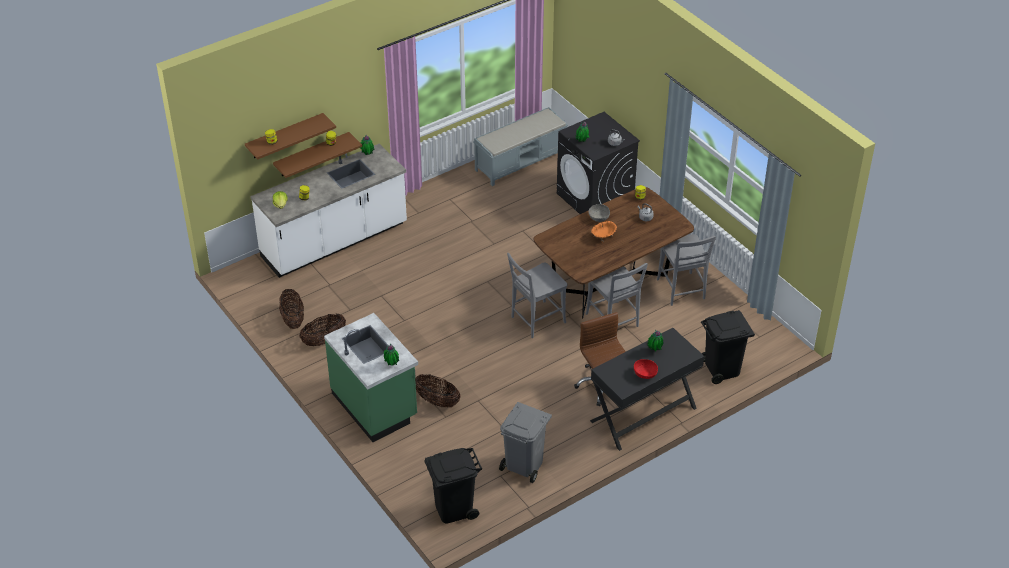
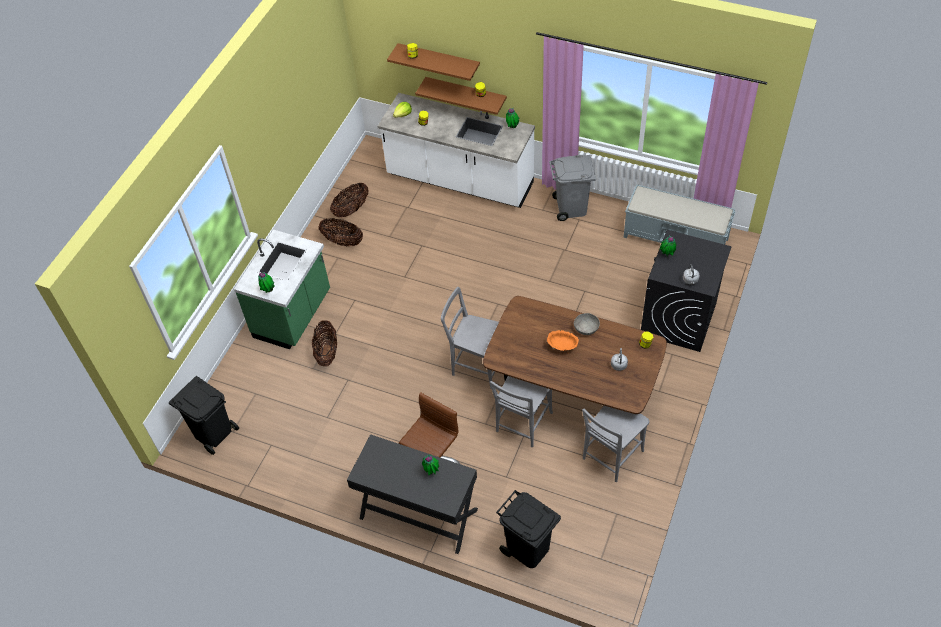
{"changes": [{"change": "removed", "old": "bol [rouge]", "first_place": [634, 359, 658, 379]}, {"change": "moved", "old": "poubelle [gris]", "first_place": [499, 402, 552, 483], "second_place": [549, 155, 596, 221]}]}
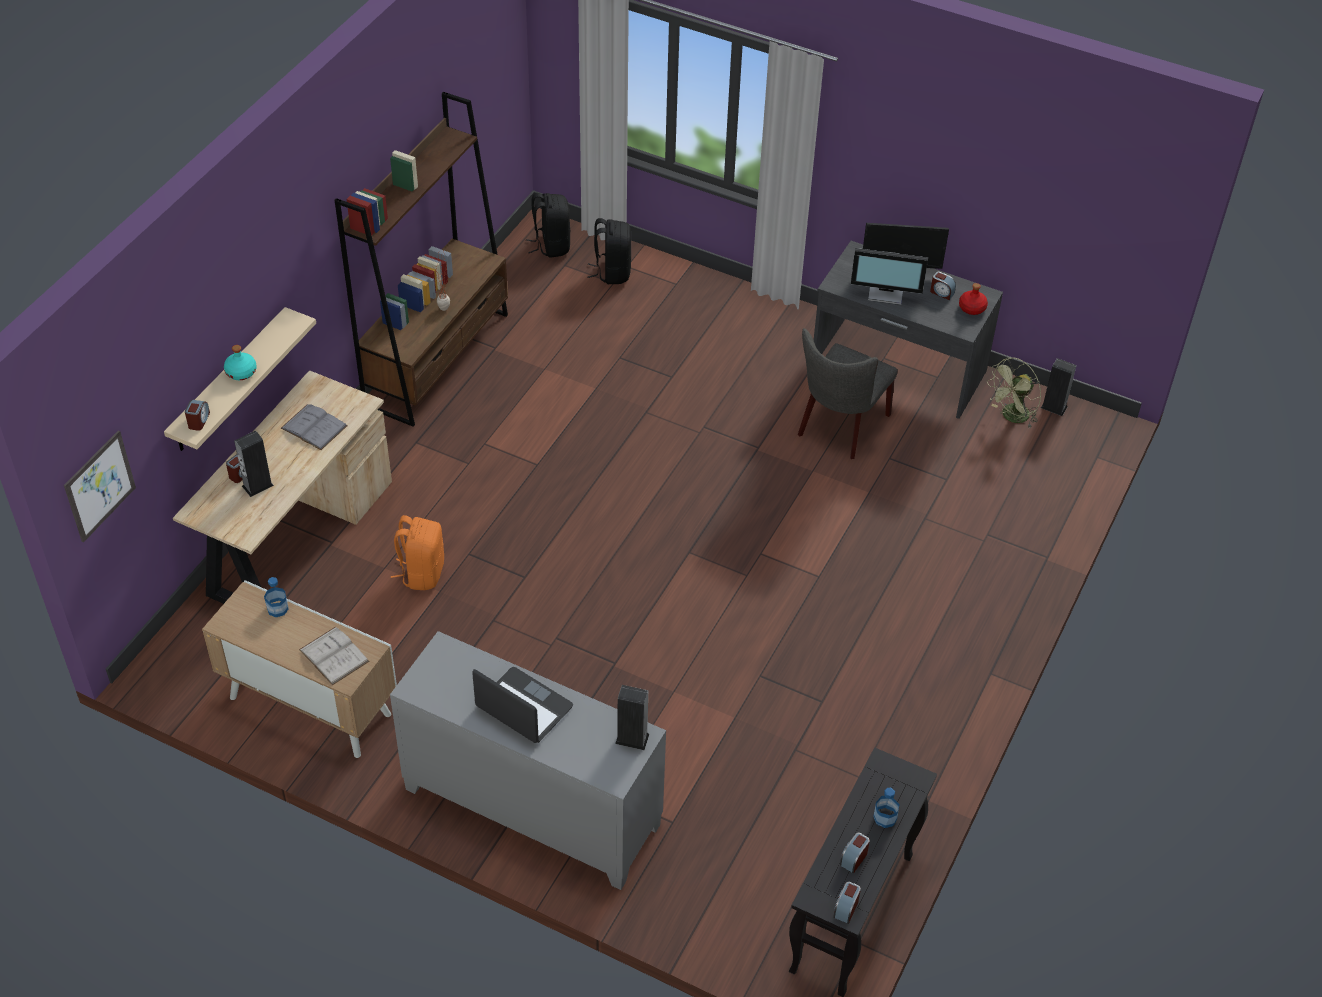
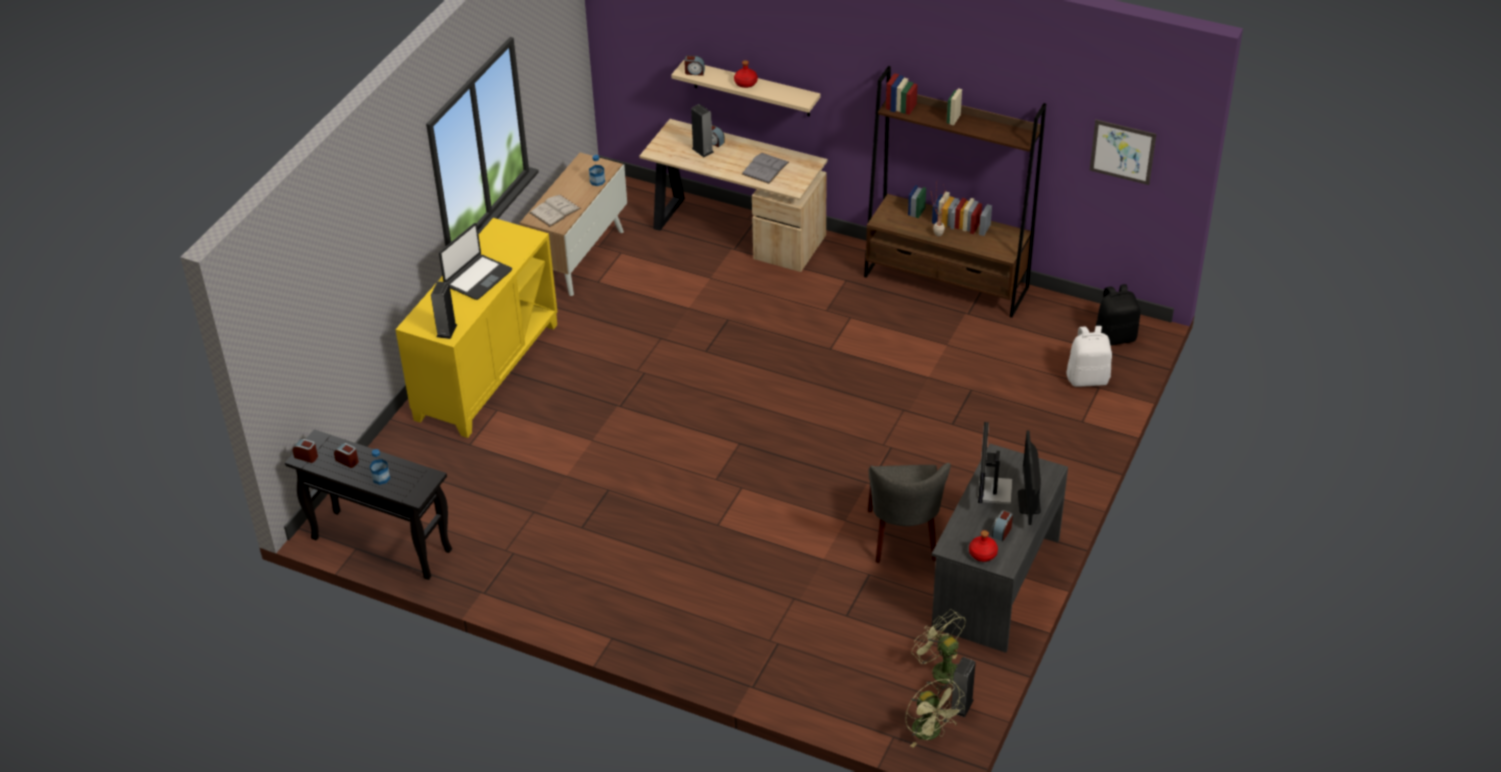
{"changes": [{"change": "recoloured", "old": "sac à dos [noir]", "new": "sac à dos [blanc]", "first_place": [588, 218, 631, 284], "second_place": [1067, 326, 1112, 387]}, {"change": "turned", "old": "chaise [gris]", "first_place": [798, 328, 898, 459], "second_place": [868, 463, 951, 563], "degrees": -120}, {"change": "recoloured", "old": "bouteille [turquoise]", "new": "bouteille [rouge]", "first_place": [224, 345, 257, 380], "second_place": [734, 60, 758, 88]}, {"change": "moved", "old": "tableau", "first_place": [64, 430, 136, 542], "second_place": [1090, 120, 1156, 185]}, {"change": "removed", "old": "sac à dos [orange]", "first_place": [391, 515, 444, 590]}, {"change": "recoloured", "old": "meuble de rangement [gris]", "new": "meuble de rangement [jaune]", "first_place": [390, 631, 666, 890], "second_place": [395, 218, 557, 438]}, {"change": "added", "new": "ventilateur [vert]", "second_place": [905, 679, 965, 748]}]}
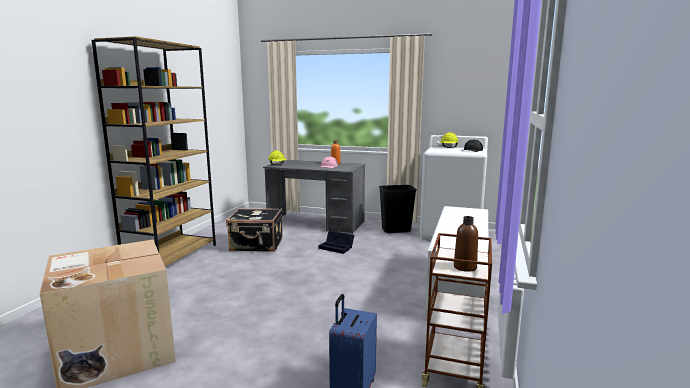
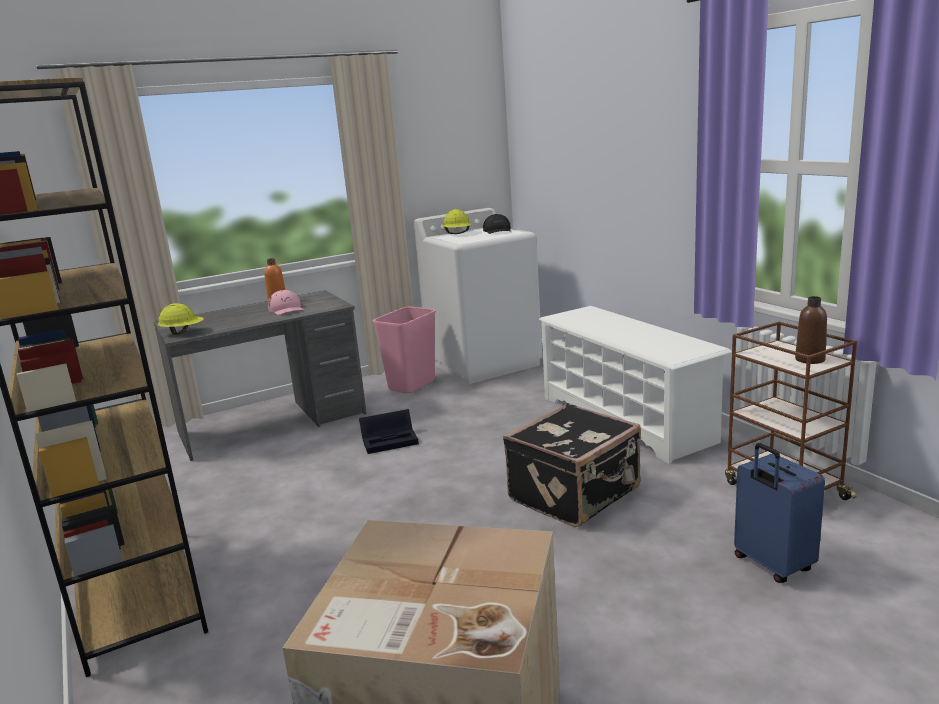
{"changes": [{"change": "recoloured", "old": "poubelle [noir]", "new": "poubelle [rose]", "first_place": [379, 185, 417, 233], "second_place": [373, 307, 436, 394]}, {"change": "moved", "old": "valise [noir]", "first_place": [226, 208, 283, 252], "second_place": [503, 403, 641, 527]}]}
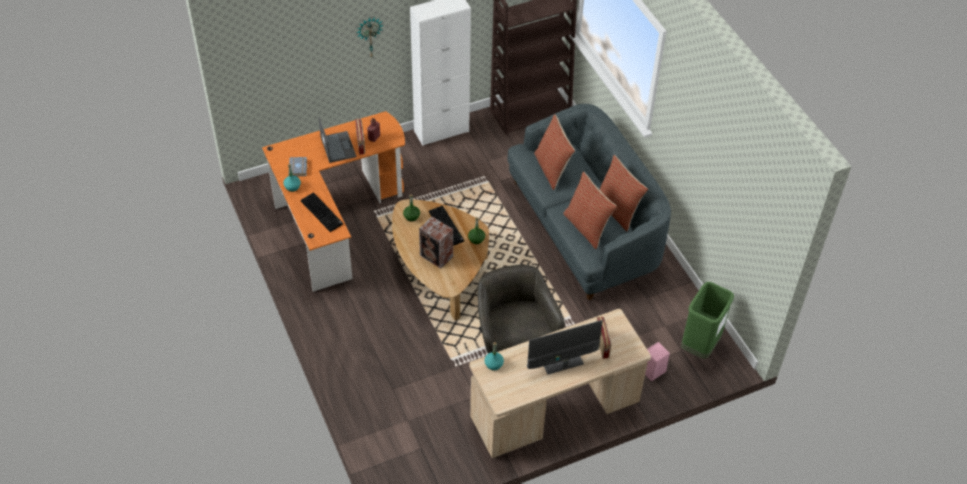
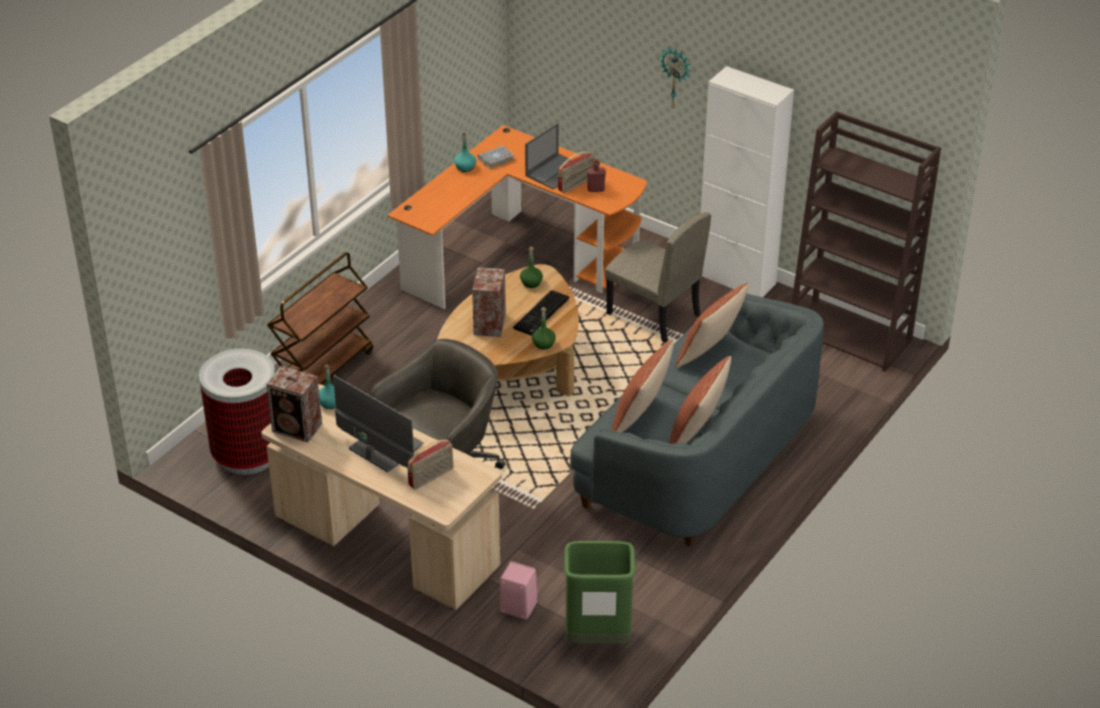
{"changes": [{"change": "removed", "old": "clavier", "first_place": [301, 193, 343, 232]}, {"change": "added", "new": "chaise [beige]", "second_place": [605, 212, 711, 343]}, {"change": "added", "new": "chariot [marron]", "second_place": [267, 252, 373, 385]}, {"change": "added", "new": "poubelle", "second_place": [199, 349, 275, 475]}, {"change": "added", "new": "enceinte", "second_place": [266, 366, 322, 442]}]}
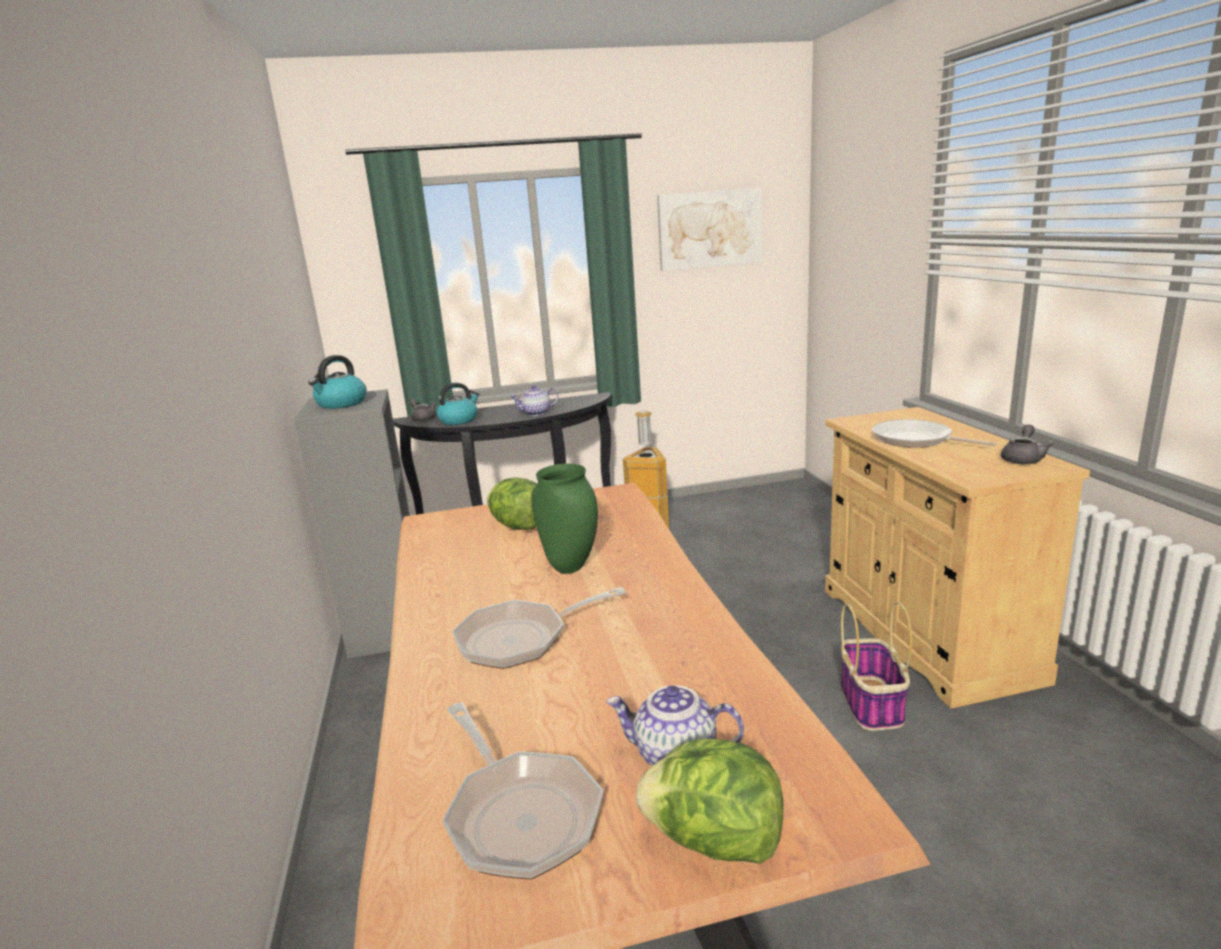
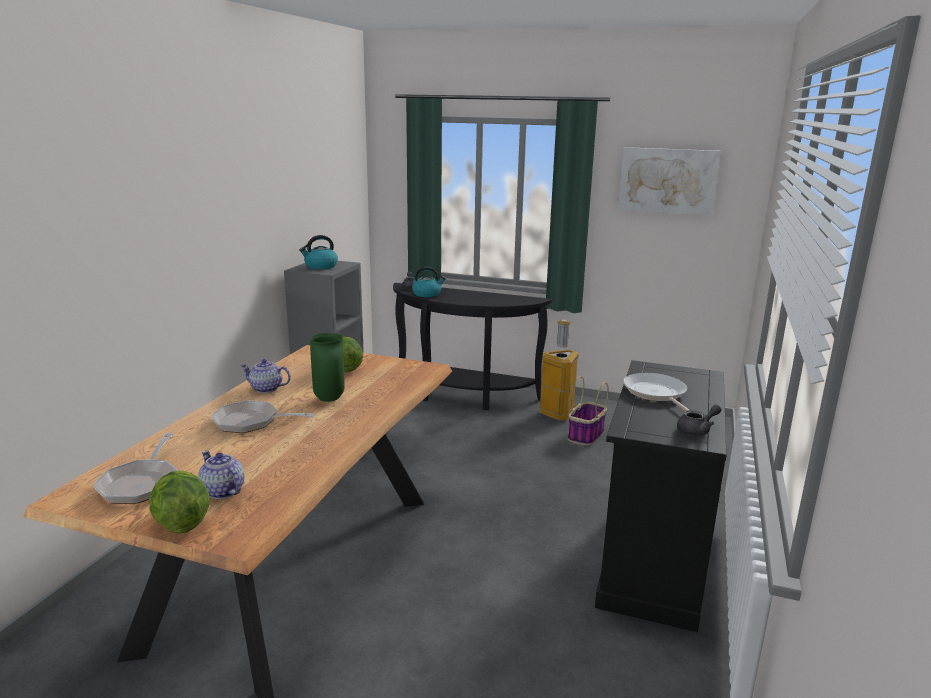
{"changes": [{"change": "moved", "old": "théière", "first_place": [510, 385, 559, 416], "second_place": [240, 359, 291, 393]}, {"change": "recoloured", "old": "meuble de rangement [beige]", "new": "meuble de rangement [noir]", "first_place": [825, 407, 1090, 708], "second_place": [595, 360, 727, 632]}, {"change": "moved", "old": "panier", "first_place": [841, 602, 912, 731], "second_place": [568, 376, 609, 445]}]}
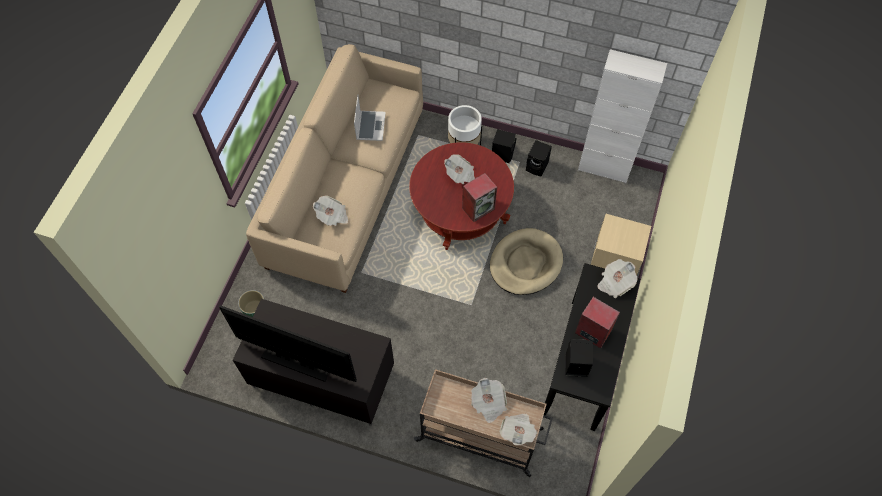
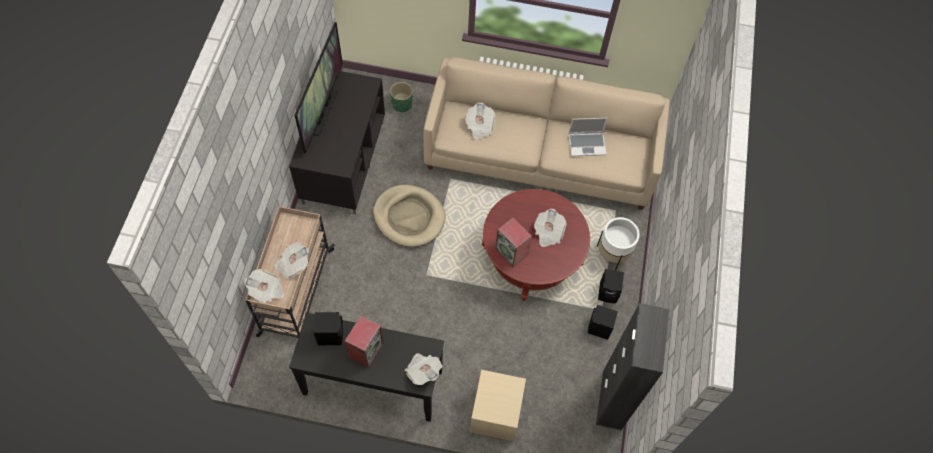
{"changes": [{"change": "recoloured", "old": "meuble de rangement [blanc]", "new": "meuble de rangement [noir]", "first_place": [578, 49, 667, 183], "second_place": [596, 303, 669, 430]}, {"change": "moved", "old": "panier pour chien [beige]", "first_place": [490, 228, 563, 295], "second_place": [373, 185, 445, 247]}]}
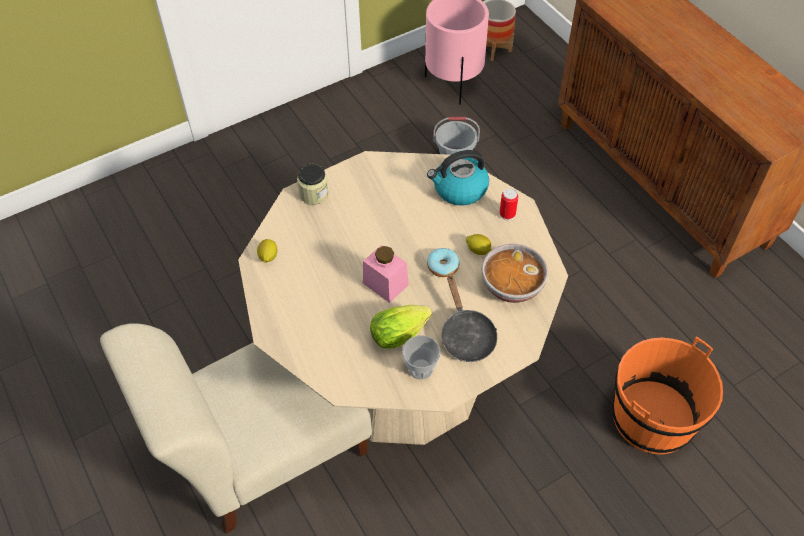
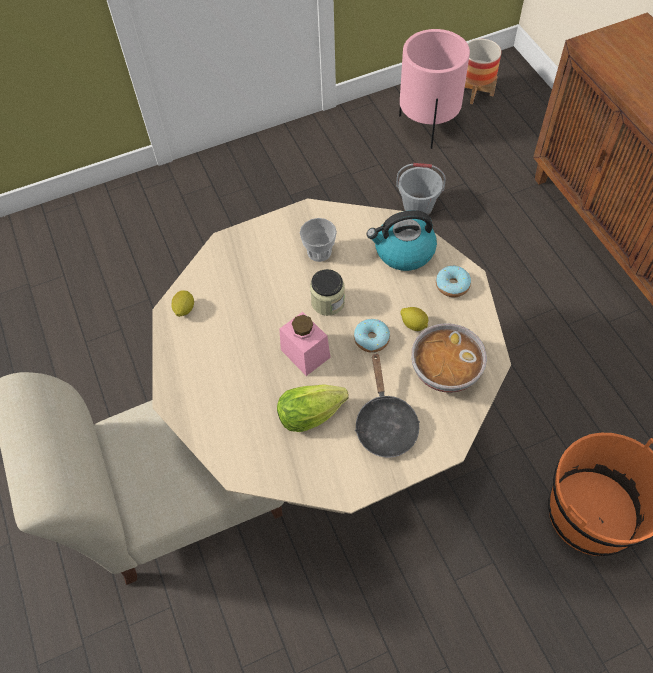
{"changes": [{"change": "moved", "old": "bocal", "first_place": [297, 164, 329, 205], "second_place": [310, 269, 345, 316]}, {"change": "replaced", "old": "boîte métallique", "new": "beignet", "first_place": [500, 188, 518, 221], "second_place": [436, 266, 471, 297]}, {"change": "moved", "old": "tasse", "first_place": [402, 335, 441, 380], "second_place": [300, 218, 337, 262]}]}
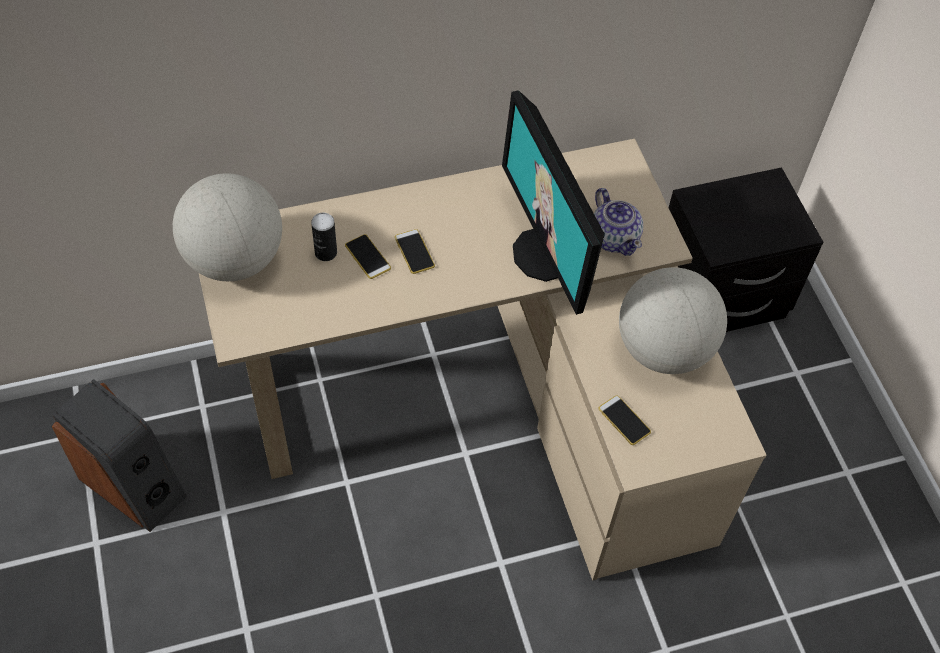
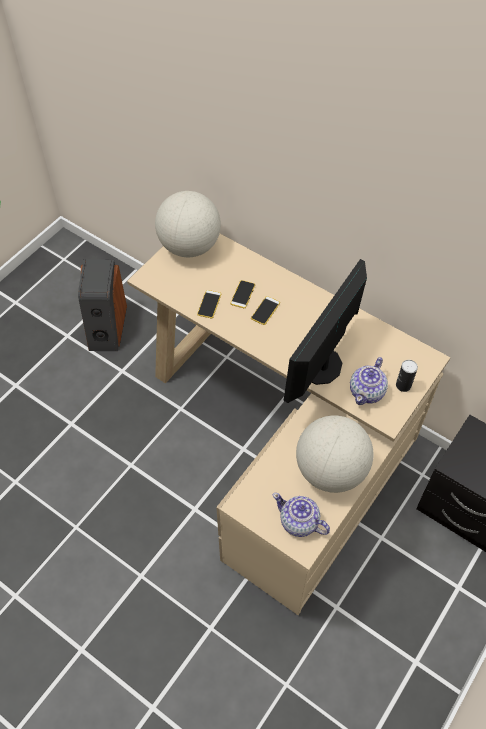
{"changes": [{"change": "moved", "old": "boîte métallique", "first_place": [311, 213, 337, 261], "second_place": [396, 360, 418, 392]}, {"change": "moved", "old": "téléphone", "first_place": [598, 395, 651, 445], "second_place": [197, 290, 221, 318]}, {"change": "added", "new": "théière", "second_place": [273, 493, 330, 537]}]}
